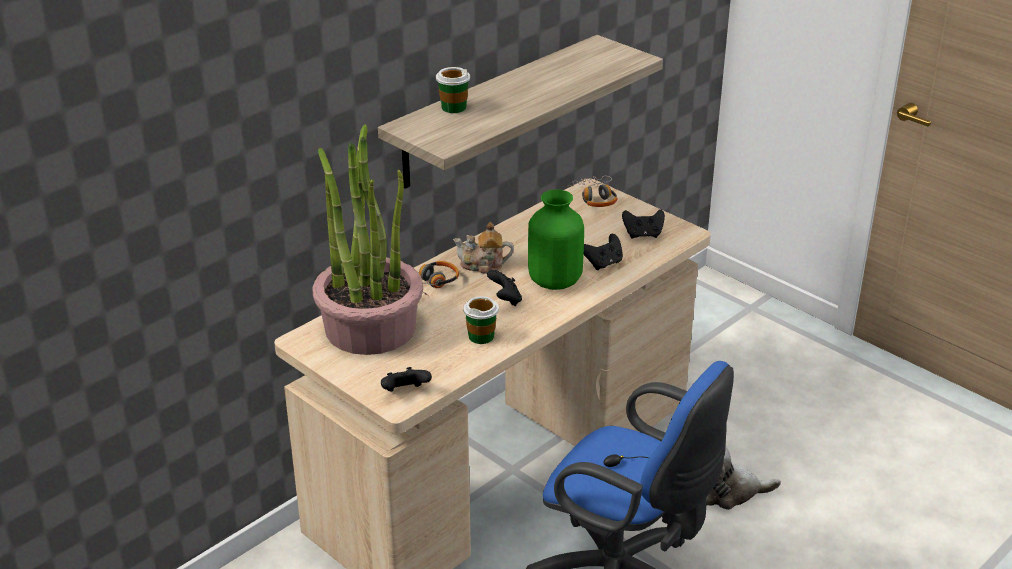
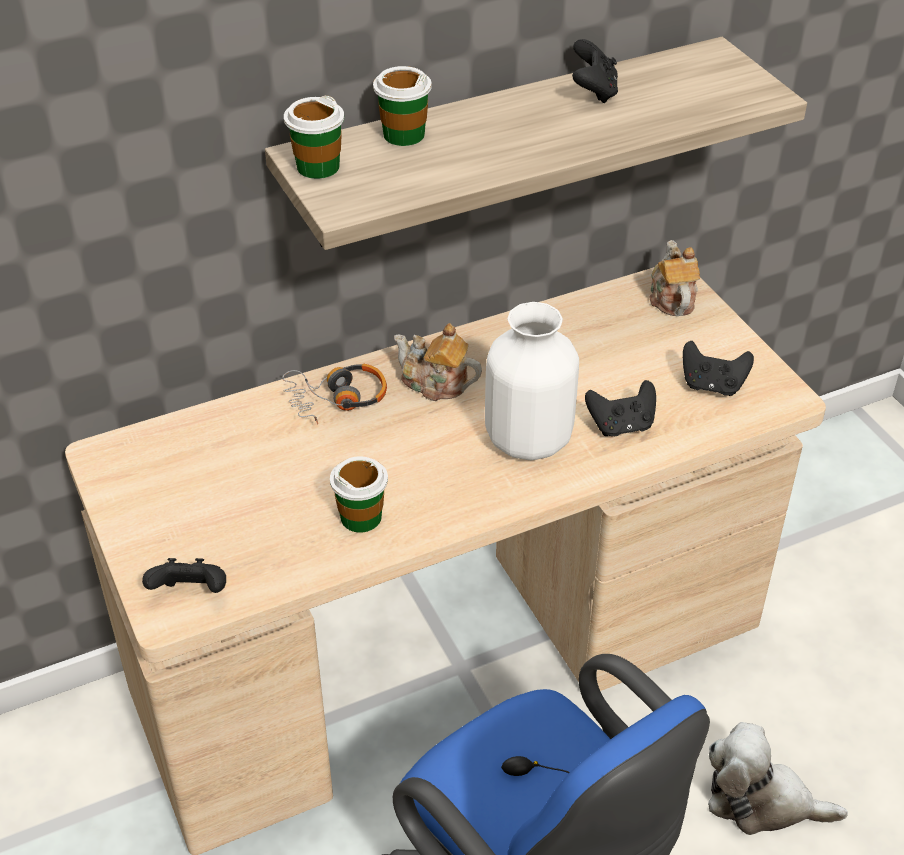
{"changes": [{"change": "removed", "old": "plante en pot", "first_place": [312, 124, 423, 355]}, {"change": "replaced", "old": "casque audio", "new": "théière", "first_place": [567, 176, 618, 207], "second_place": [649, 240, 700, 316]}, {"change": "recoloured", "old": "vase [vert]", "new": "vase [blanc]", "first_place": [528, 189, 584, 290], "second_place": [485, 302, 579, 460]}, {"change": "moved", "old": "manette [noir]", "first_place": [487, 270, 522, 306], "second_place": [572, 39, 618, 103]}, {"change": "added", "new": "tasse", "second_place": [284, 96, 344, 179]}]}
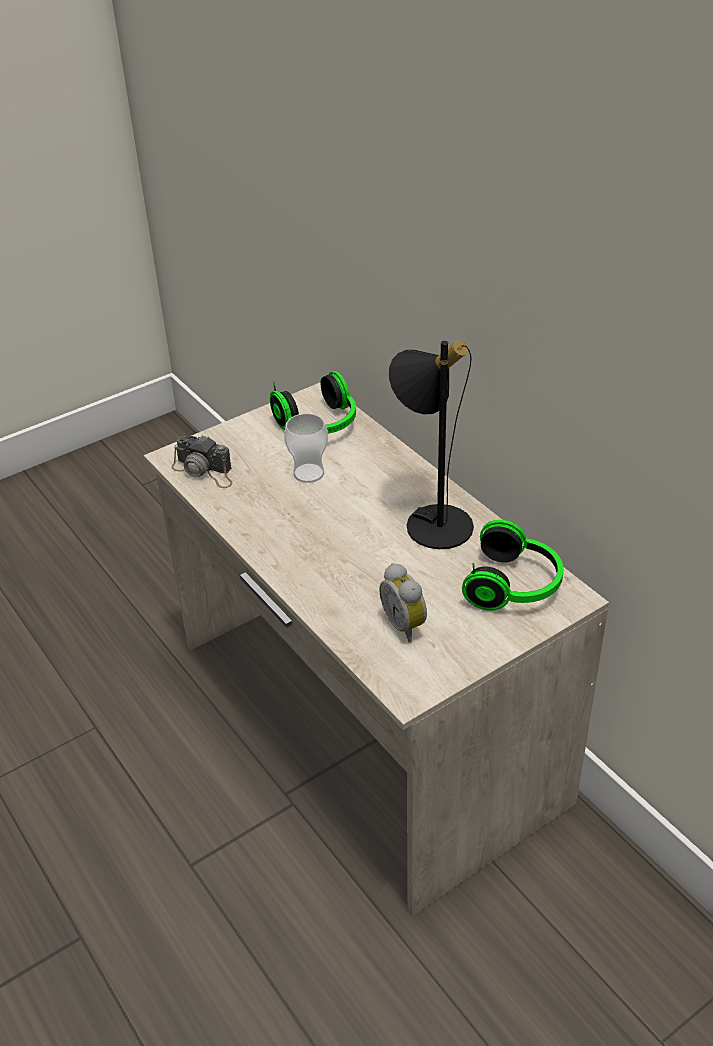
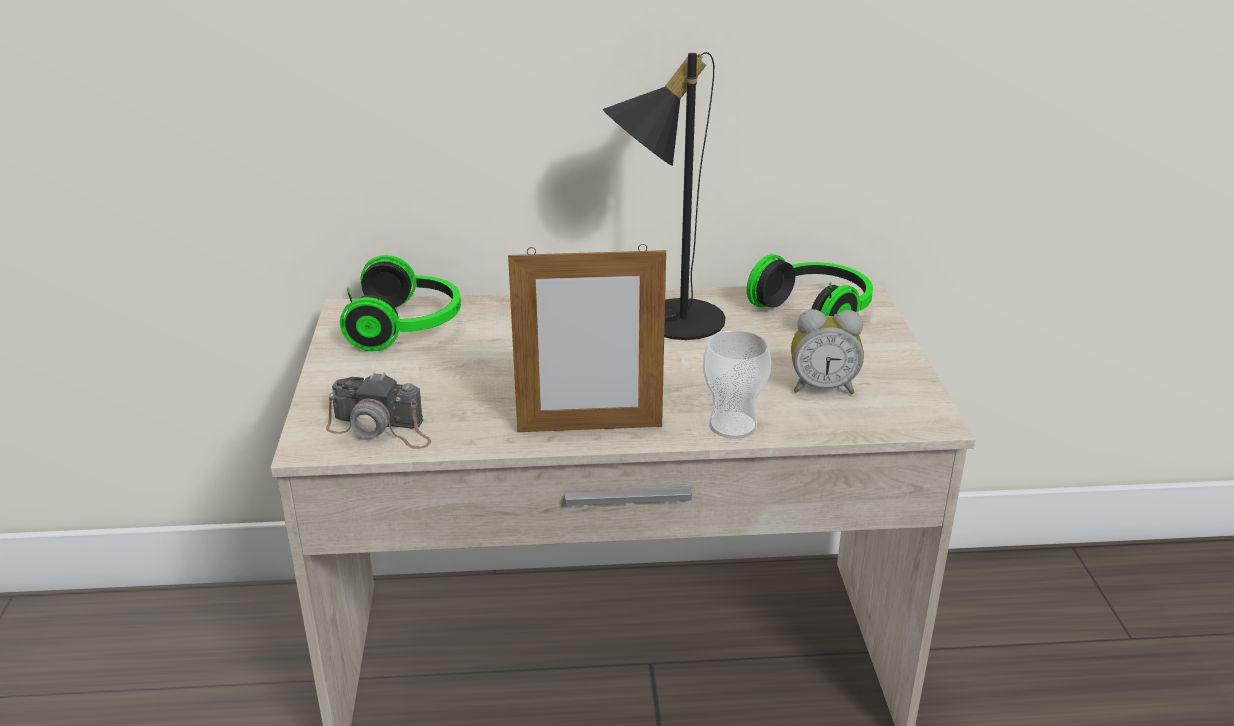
{"changes": [{"change": "moved", "old": "tasse", "first_place": [284, 413, 328, 483], "second_place": [703, 330, 771, 439]}, {"change": "turned", "old": "appareil photo", "first_place": [171, 435, 232, 488], "second_place": [326, 371, 431, 449], "degrees": 45}, {"change": "added", "new": "cadre photo", "second_place": [508, 244, 666, 432]}]}
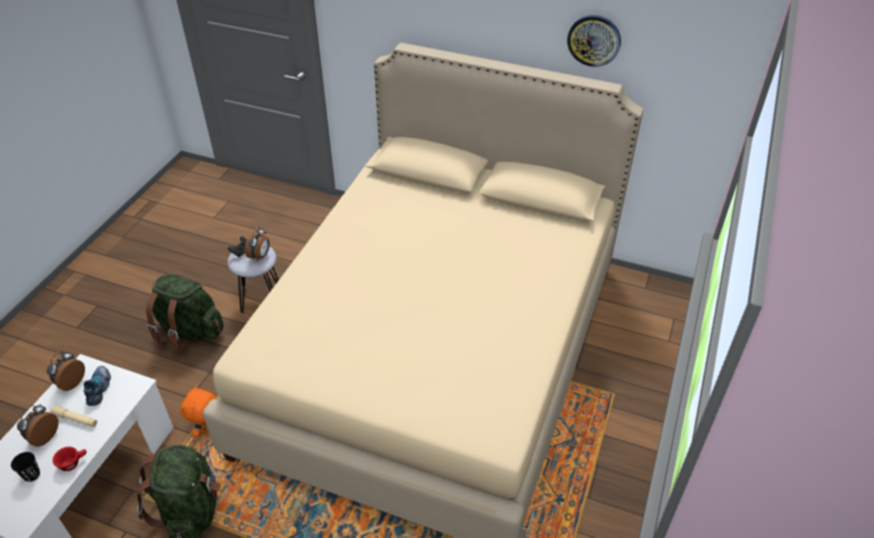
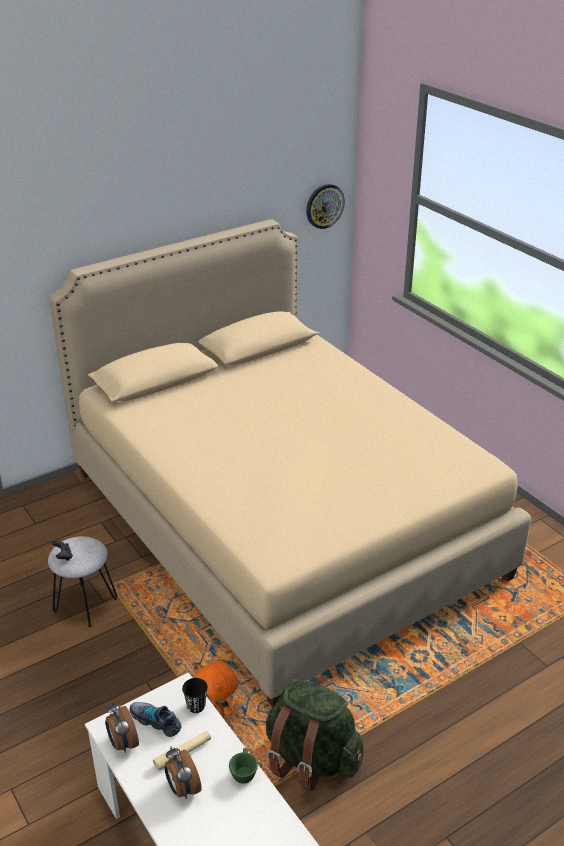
{"changes": [{"change": "moved", "old": "horloge murale", "first_place": [567, 15, 621, 67], "second_place": [306, 184, 345, 229]}, {"change": "removed", "old": "réveil", "first_place": [245, 227, 270, 261]}, {"change": "removed", "old": "sac à dos [vert]", "first_place": [146, 274, 224, 351]}, {"change": "recoloured", "old": "tasse [rouge]", "new": "tasse [vert]", "first_place": [53, 447, 86, 471], "second_place": [229, 748, 258, 784]}, {"change": "moved", "old": "tasse [noir]", "first_place": [11, 452, 40, 482], "second_place": [182, 678, 208, 713]}]}
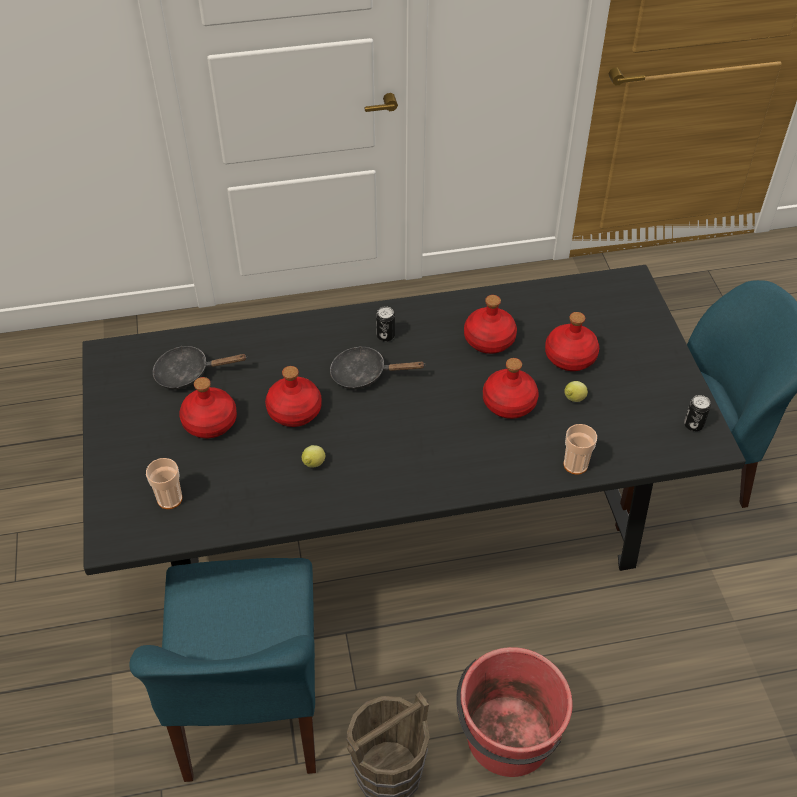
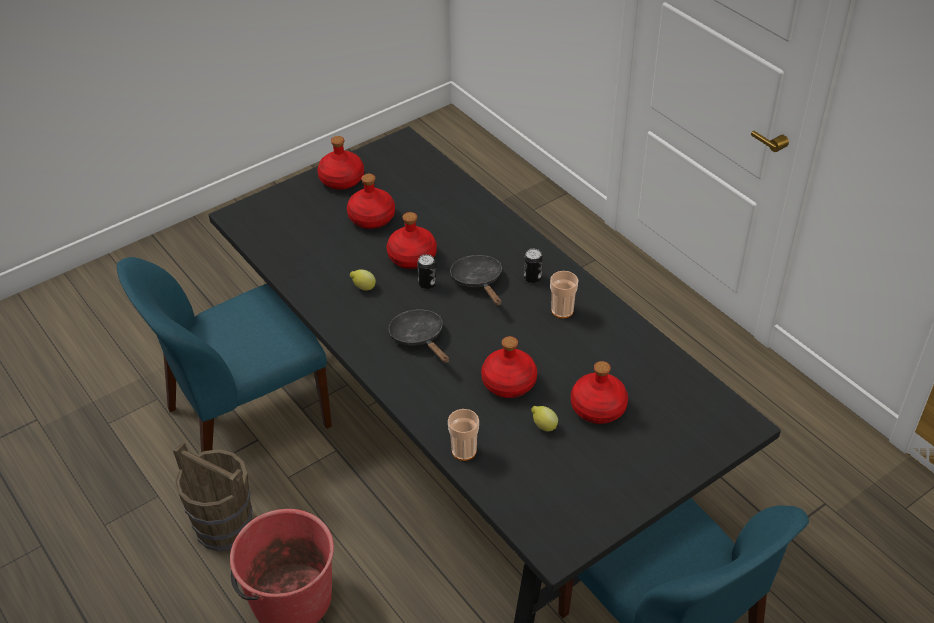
{"changes": [{"change": "moved", "old": "bouteille [rouge]", "first_place": [464, 295, 517, 354], "second_place": [317, 136, 364, 190]}, {"change": "moved", "old": "poêle [noir]", "first_place": [153, 346, 247, 390], "second_place": [389, 309, 449, 363]}, {"change": "moved", "old": "boîte métallique", "first_place": [684, 395, 711, 431], "second_place": [417, 254, 436, 289]}, {"change": "moved", "old": "tasse", "first_place": [146, 458, 182, 509], "second_place": [550, 271, 578, 319]}]}
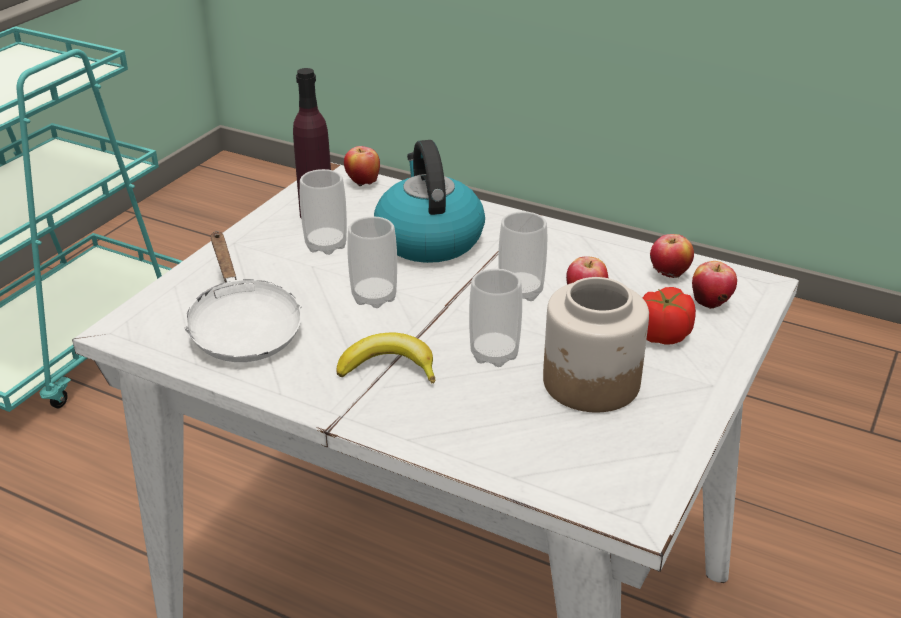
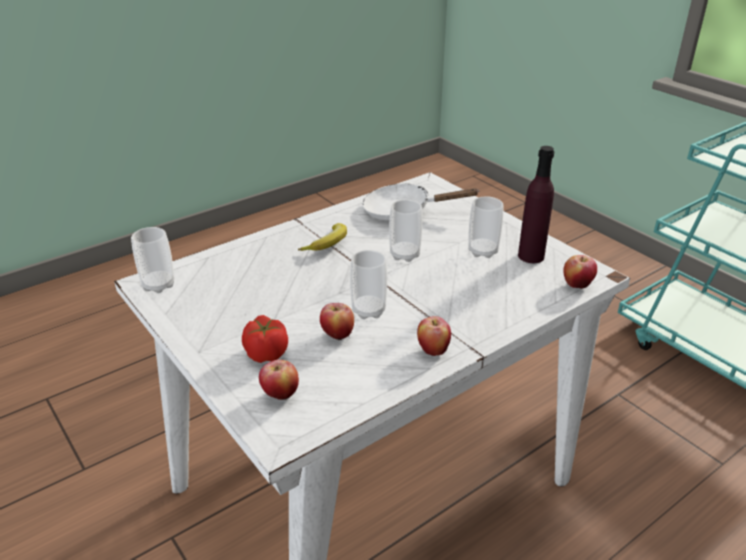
{"changes": [{"change": "removed", "old": "bouilloire", "first_place": [374, 140, 485, 263]}, {"change": "moved", "old": "pomme", "first_place": [650, 234, 694, 278], "second_place": [417, 316, 451, 356]}, {"change": "moved", "old": "tasse", "first_place": [469, 269, 522, 367], "second_place": [131, 227, 175, 293]}, {"change": "removed", "old": "bocal", "first_place": [543, 277, 649, 412]}]}
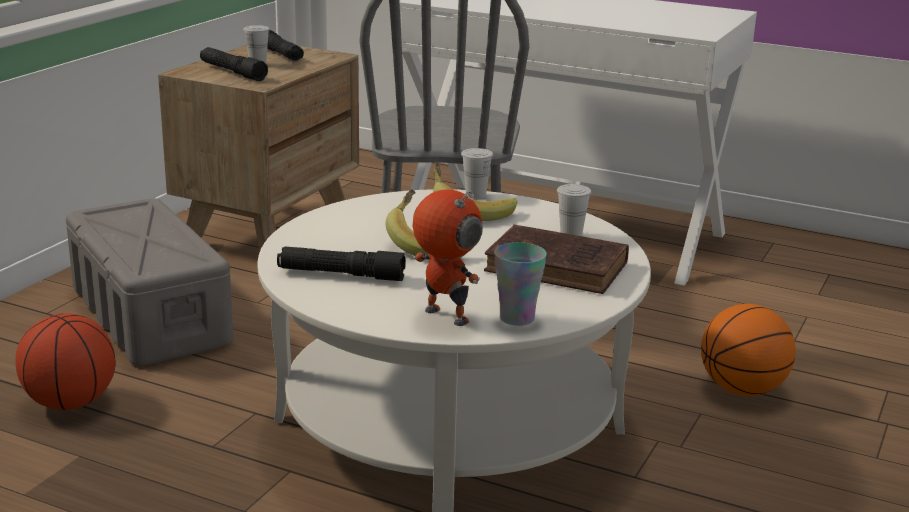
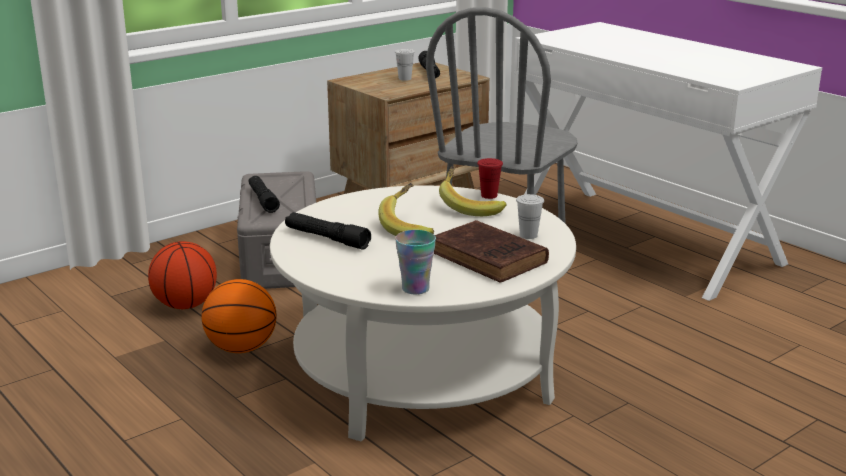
{"changes": [{"change": "moved", "old": "lampe de poche [noir]", "first_place": [200, 47, 268, 81], "second_place": [249, 176, 280, 213]}, {"change": "recoloured", "old": "tasse [blanc]", "new": "tasse [rouge]", "first_place": [461, 148, 493, 199], "second_place": [477, 158, 503, 199]}, {"change": "removed", "old": "robot jouet", "first_place": [413, 189, 483, 326]}, {"change": "moved", "old": "ballon de basket", "first_place": [701, 304, 796, 396], "second_place": [201, 279, 277, 353]}]}
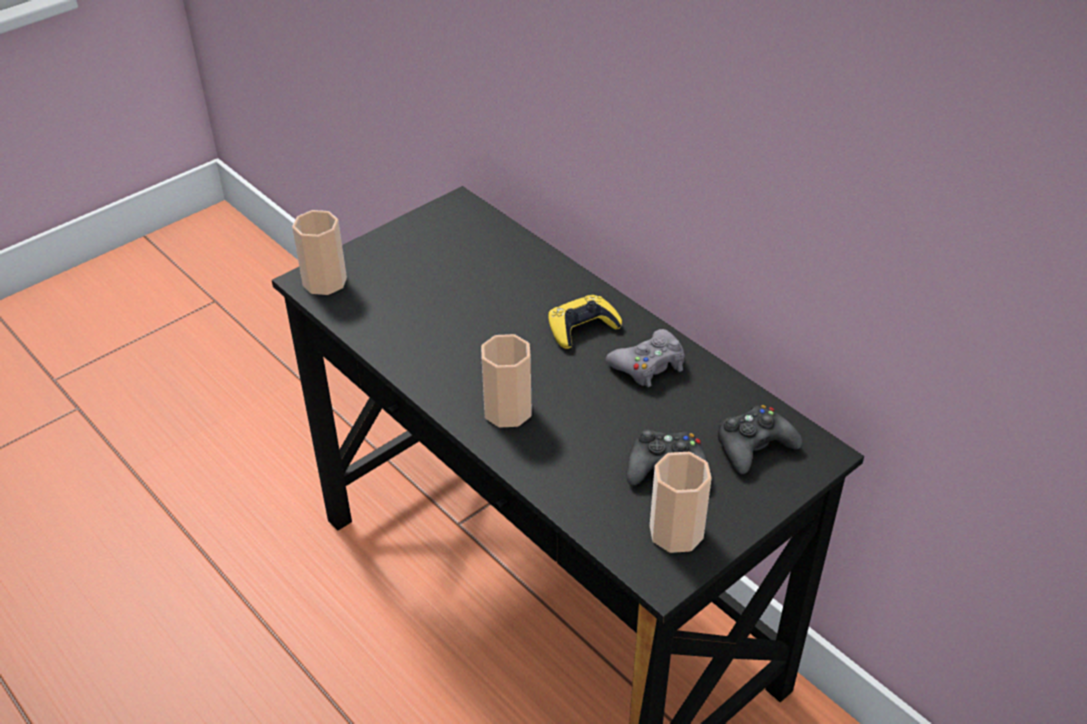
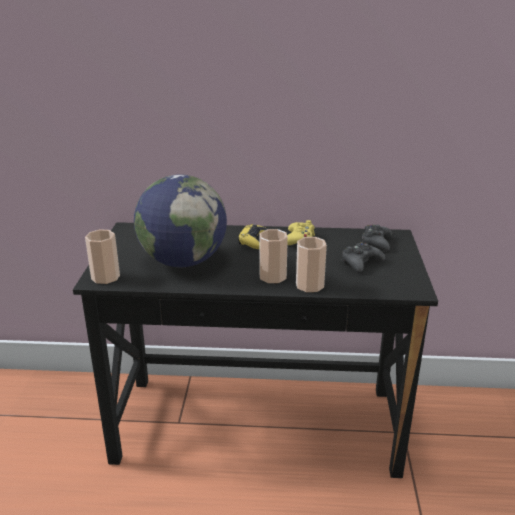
{"changes": [{"change": "recoloured", "old": "manette [gris]", "new": "manette [jaune]", "first_place": [606, 329, 685, 387], "second_place": [287, 220, 315, 245]}, {"change": "moved", "old": "tasse", "first_place": [650, 452, 712, 553], "second_place": [296, 237, 327, 292]}, {"change": "added", "new": "globe", "second_place": [134, 174, 227, 267]}]}
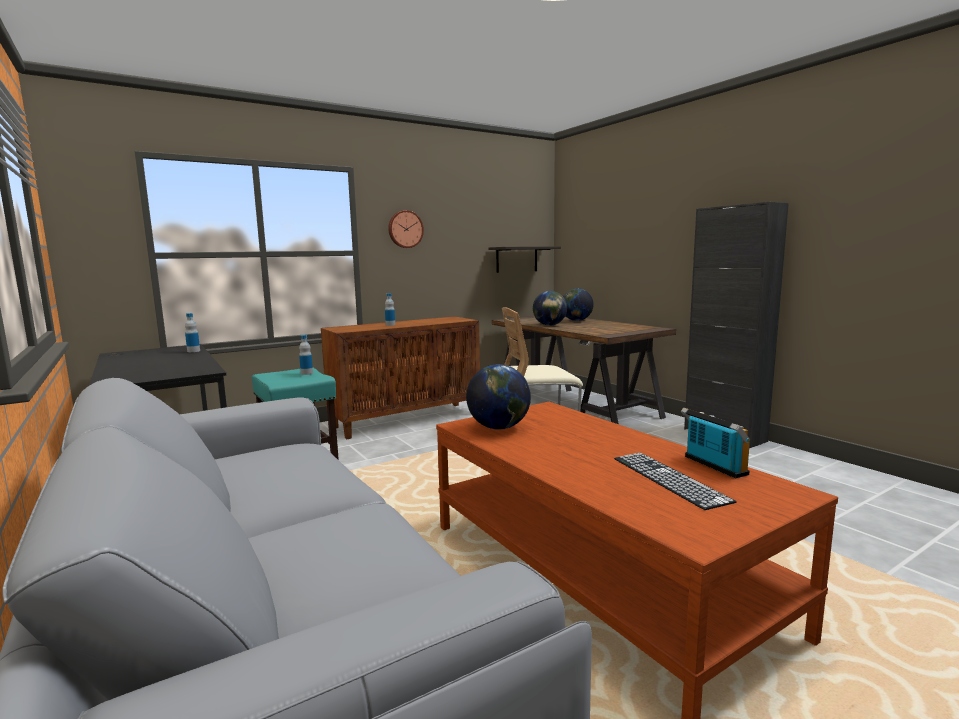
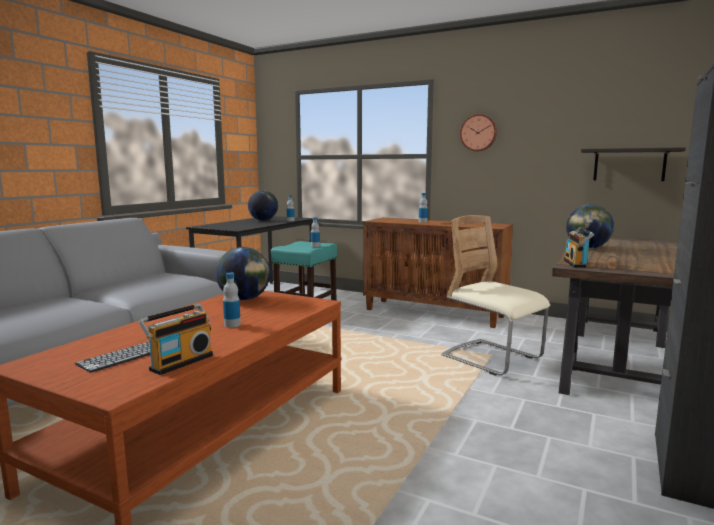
{"changes": [{"change": "moved", "old": "globe", "first_place": [563, 288, 594, 321], "second_place": [248, 190, 278, 221]}, {"change": "added", "new": "radio", "second_place": [564, 227, 594, 268]}, {"change": "added", "new": "bouteille", "second_place": [223, 273, 241, 328]}]}
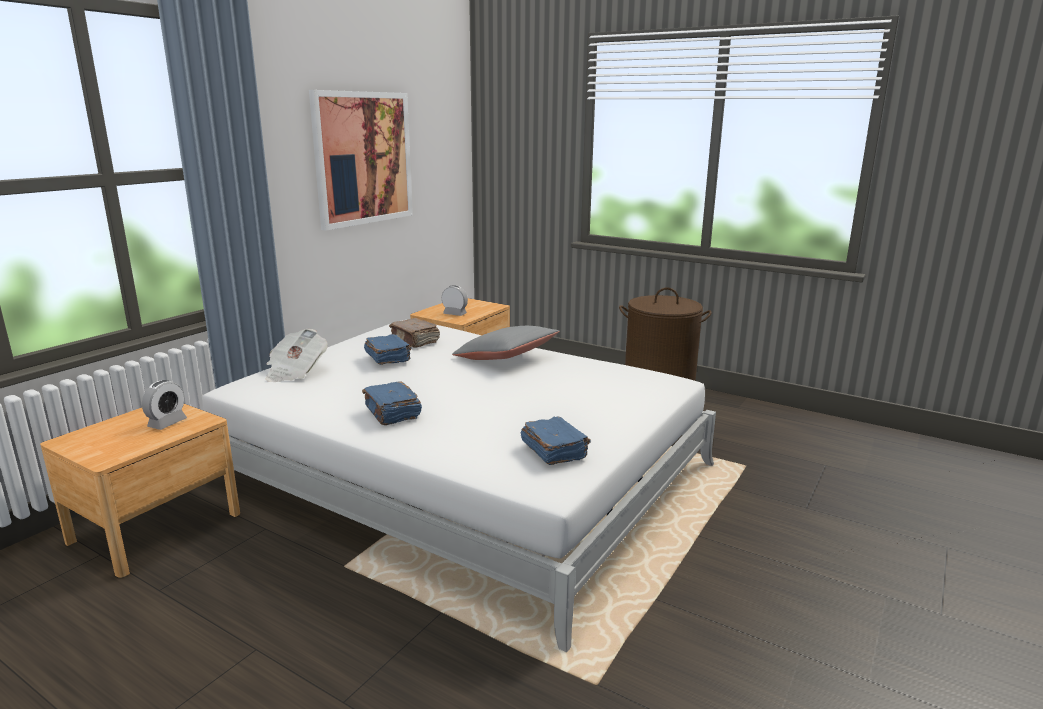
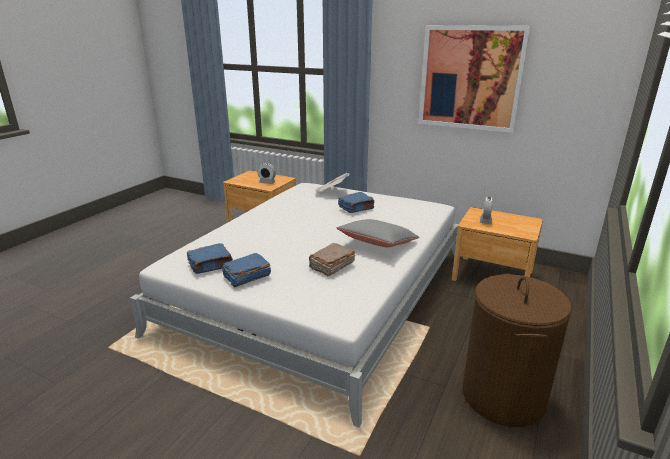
{"changes": [{"change": "moved", "old": "livre [marron]", "first_place": [389, 318, 440, 348], "second_place": [309, 243, 355, 276]}, {"change": "moved", "old": "livre [bleu]", "first_place": [362, 381, 422, 425], "second_place": [222, 253, 271, 288]}]}
